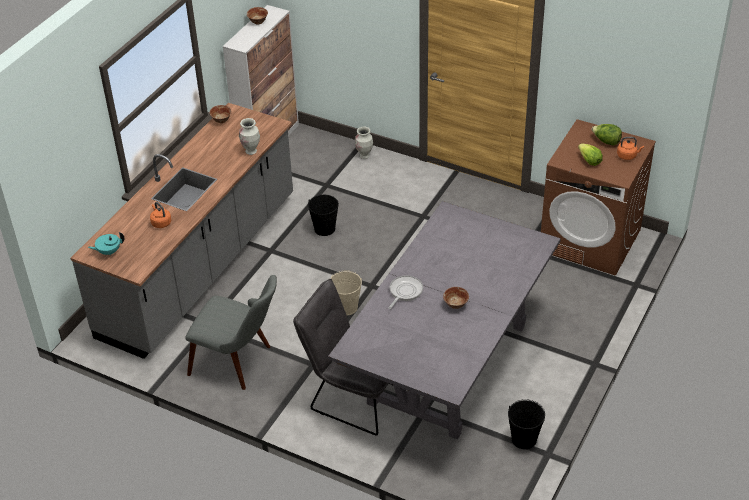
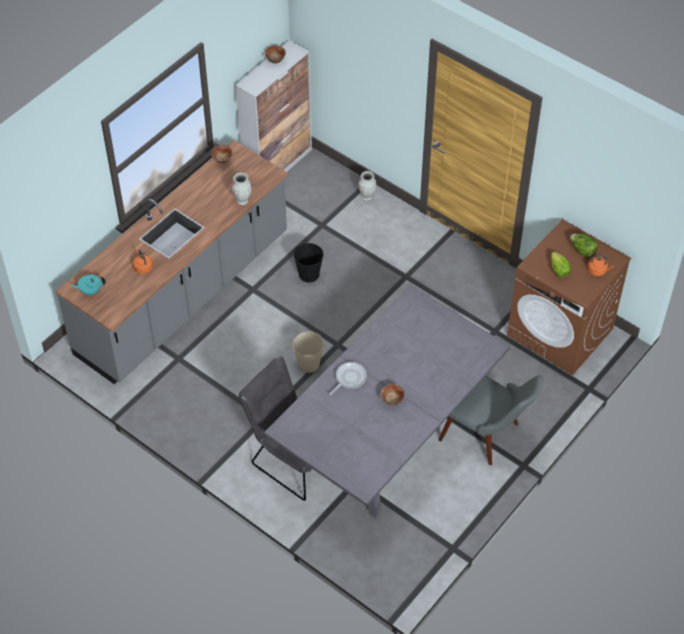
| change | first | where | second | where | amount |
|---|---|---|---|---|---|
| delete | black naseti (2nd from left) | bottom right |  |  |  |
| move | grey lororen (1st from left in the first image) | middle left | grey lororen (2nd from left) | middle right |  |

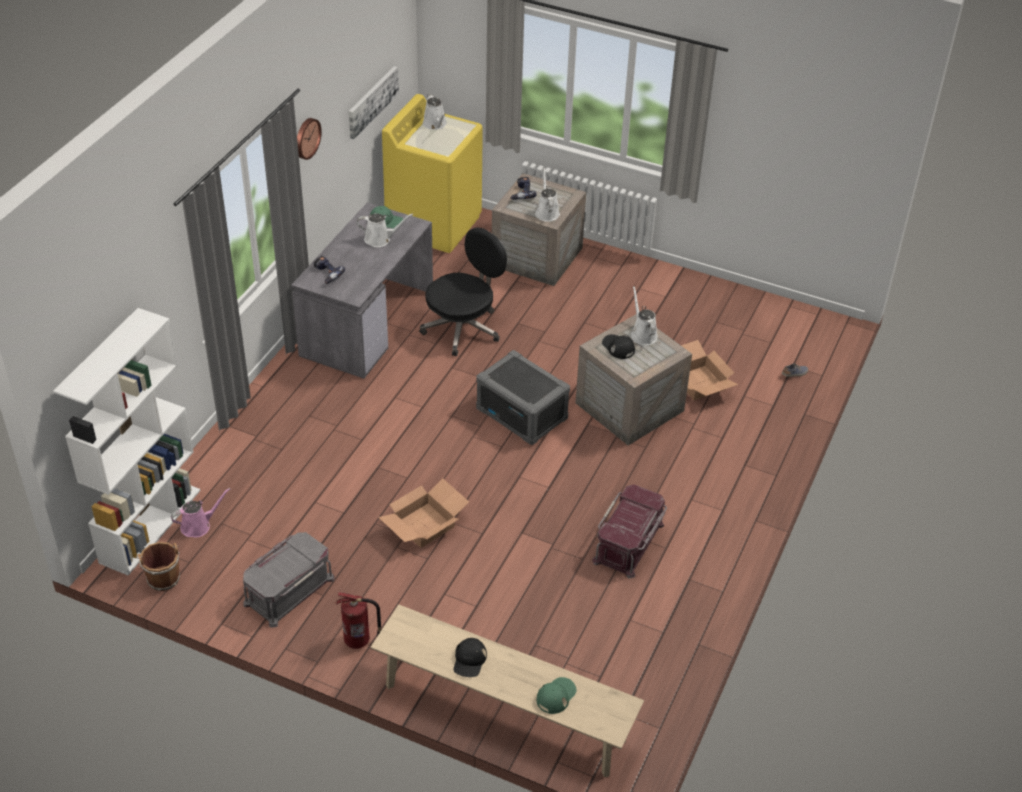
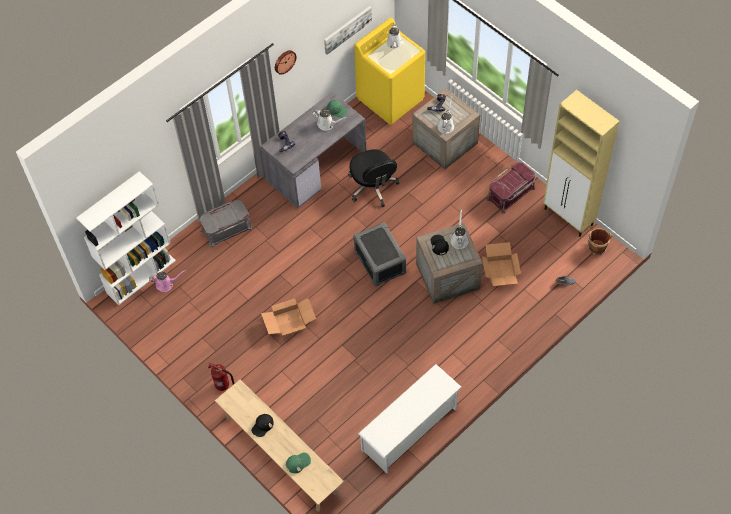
| change | first | where | second | where | amount |
|---|---|---|---|---|---|
| insert |  |  | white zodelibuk | bottom centre |  |
| insert |  |  | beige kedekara | top right |  |
| move | brown naseti | bottom left |  | middle right |  |
| move | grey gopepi (1st from left) | bottom left |  | middle left |  |
| move | red gopepi | bottom centre |  | middle right |  |
| rotate | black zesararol | centre |  | centre | 90 degrees clockwise |

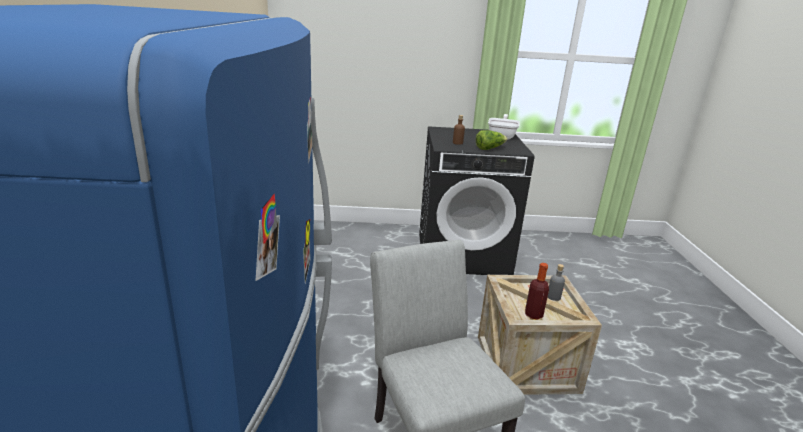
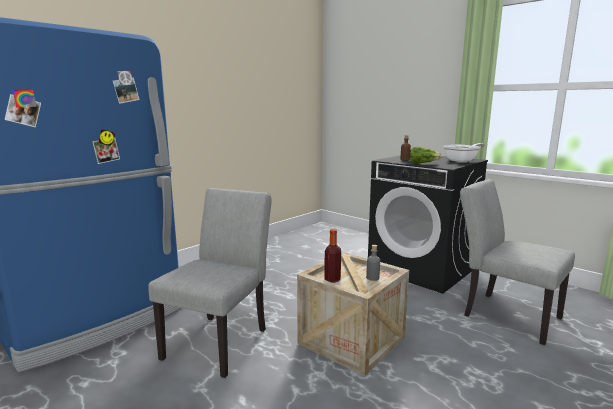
| change | first | where | second | where | amount |
|---|---|---|---|---|---|
| insert |  |  | grey lororen (2nd from left) | middle right |  |

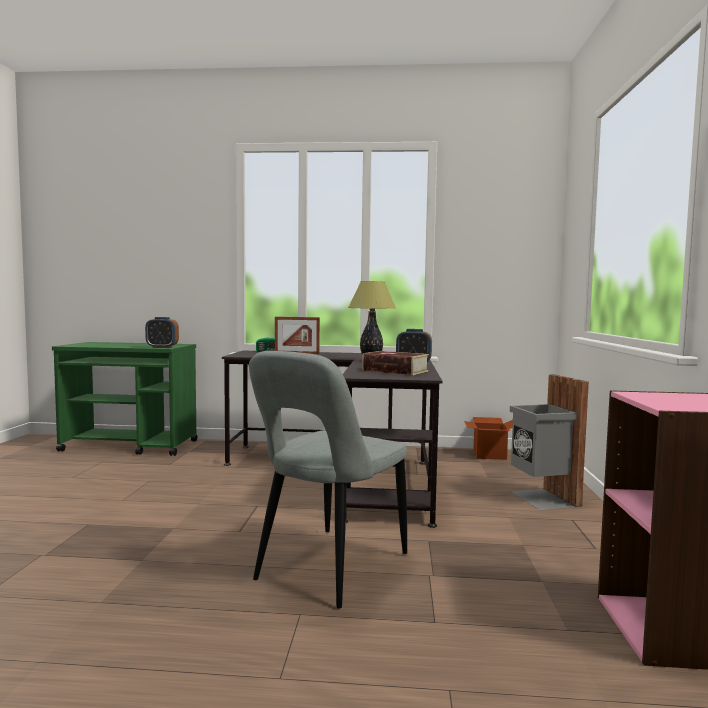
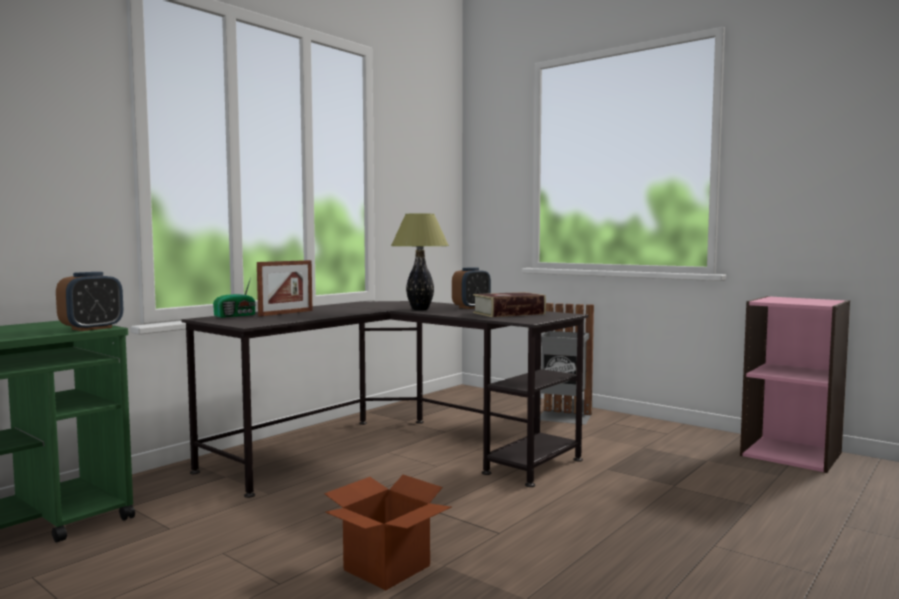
| change | first | where | second | where | amount |
|---|---|---|---|---|---|
| delete | grey lororen | bottom centre |  |  |  |
| move | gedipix | middle right |  | bottom centre |  |

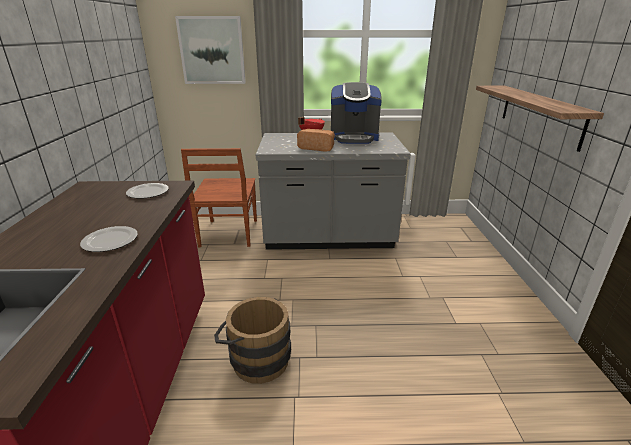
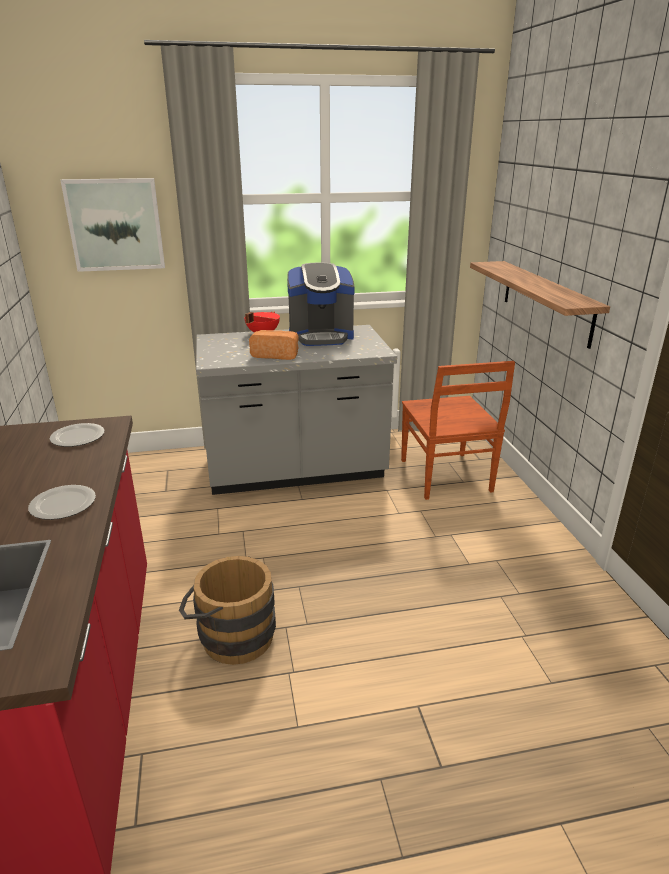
| change | first | where | second | where | amount |
|---|---|---|---|---|---|
| move | brown lororen | centre |  | middle right |  |

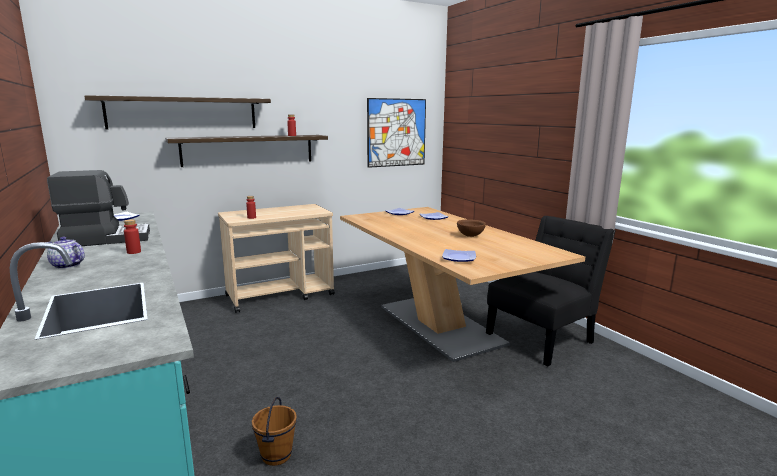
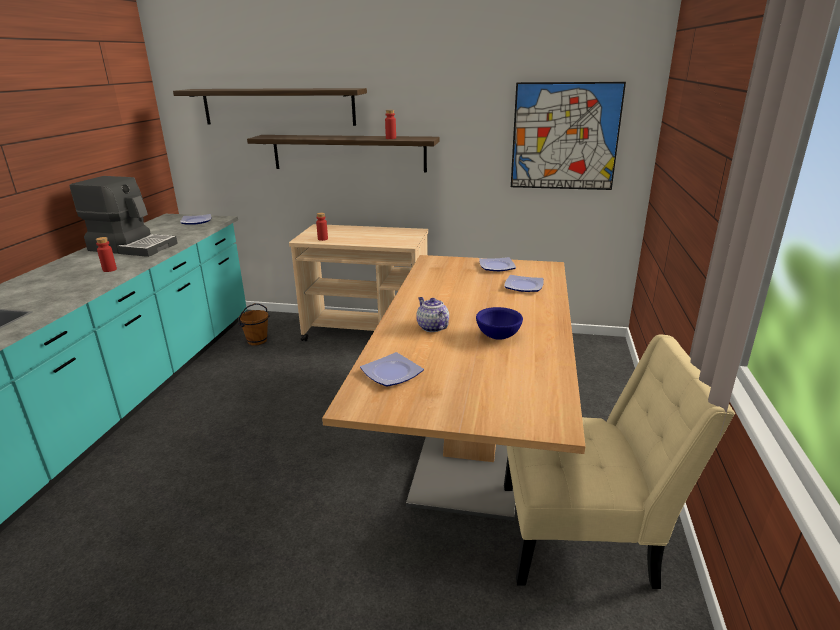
| change | first | where | second | where | amount |
|---|---|---|---|---|---|
| move | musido | middle left |  | centre |  |
| move | brown naseti | bottom centre |  | middle left |  |
| recolor | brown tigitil | centre | blue tigitil | centre |  |
| recolor | black lororen | middle right | beige lororen | bottom right |  |

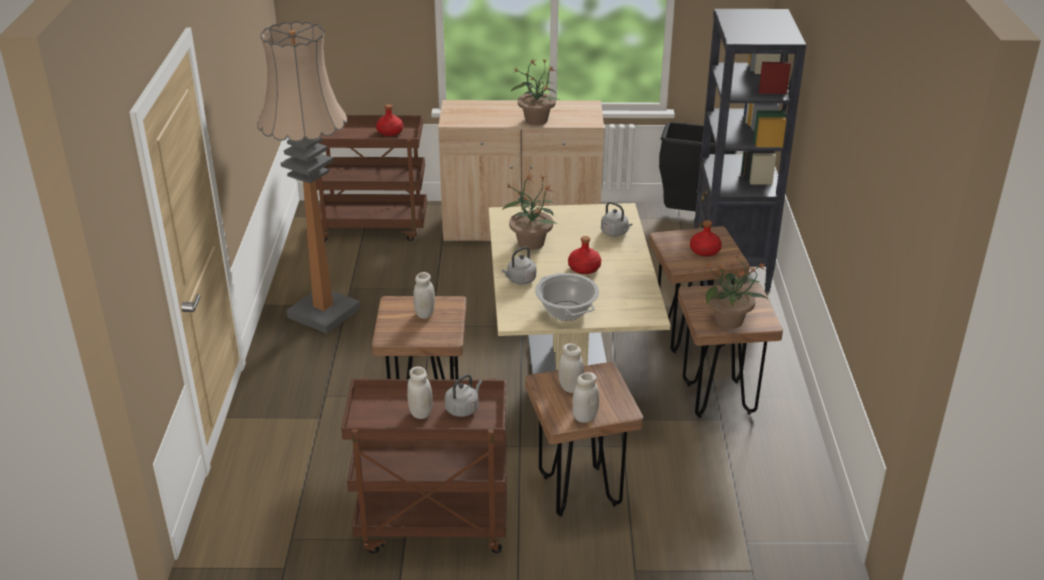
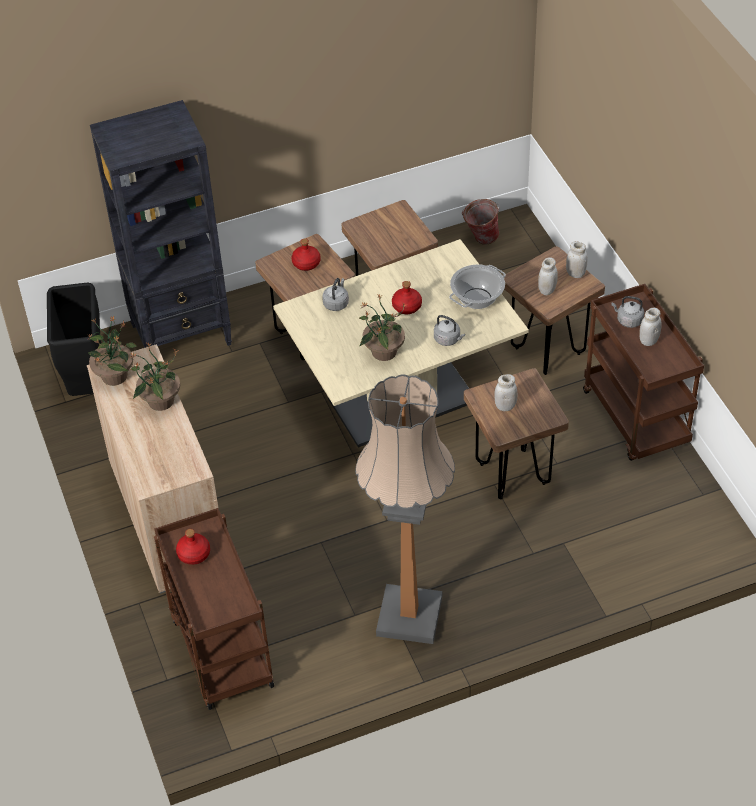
| change | first | where | second | where | amount |
|---|---|---|---|---|---|
| insert |  |  | naseti | top centre |  |
| move | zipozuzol (3rd from left in the first image) | middle right | zipozuzol (1st from left) | middle left |  |

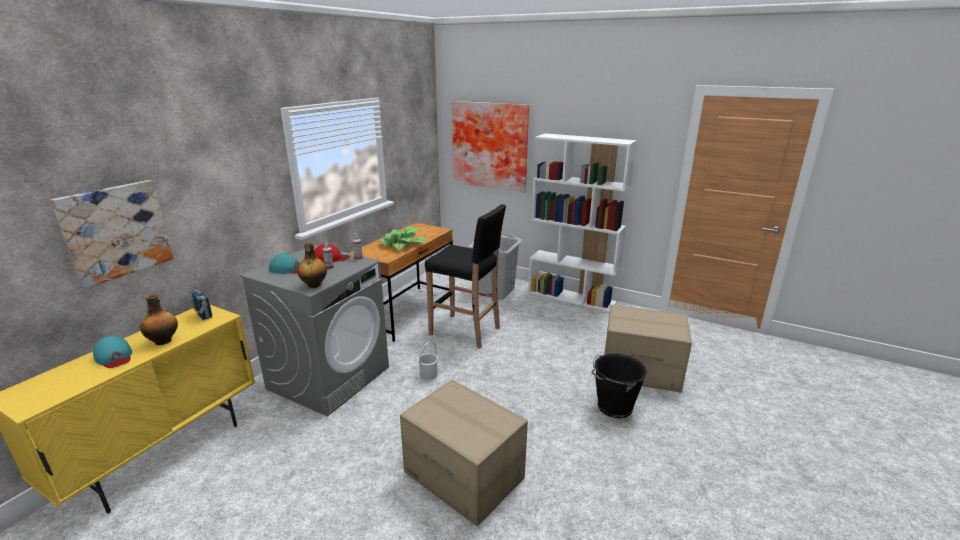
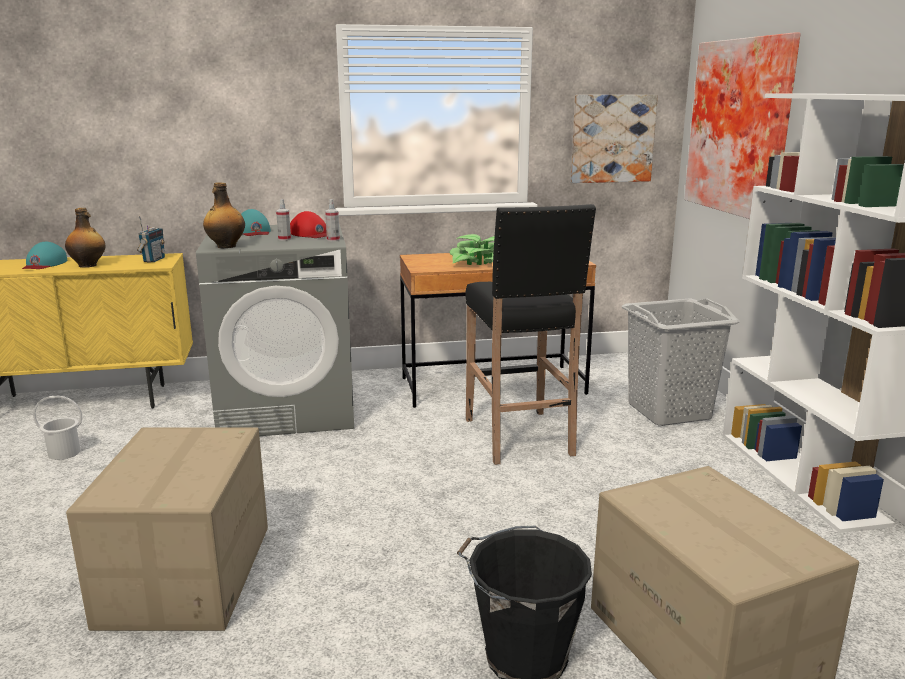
| change | first | where | second | where | amount |
|---|---|---|---|---|---|
| move | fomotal (1st from left) | middle left |  | top right |  |
| move | white naseti | bottom centre |  | middle left |  |

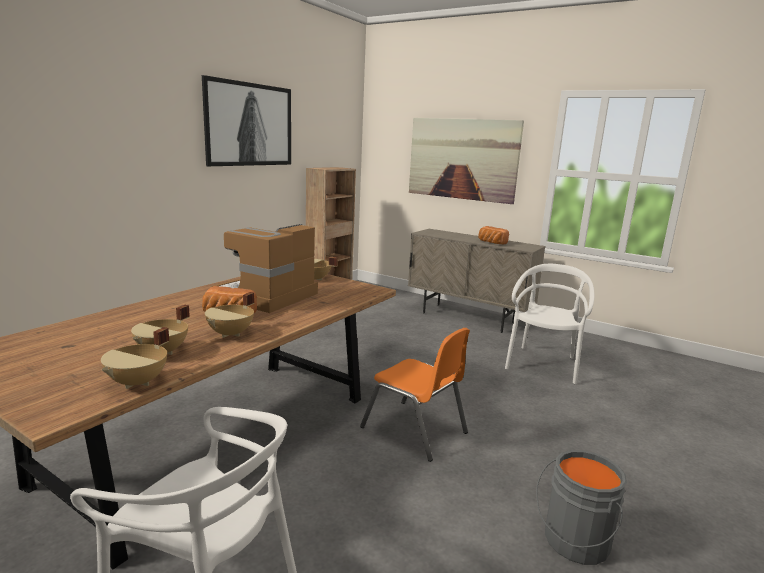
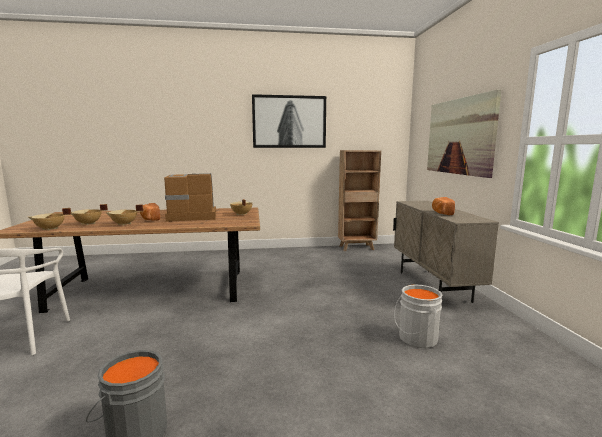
| change | first | where | second | where | amount |
|---|---|---|---|---|---|
| delete | orange lororen | bottom centre |  |  |  |
| replace | white lororen (2nd from left) | middle right | grey naseti (2nd from left) | bottom right |  |

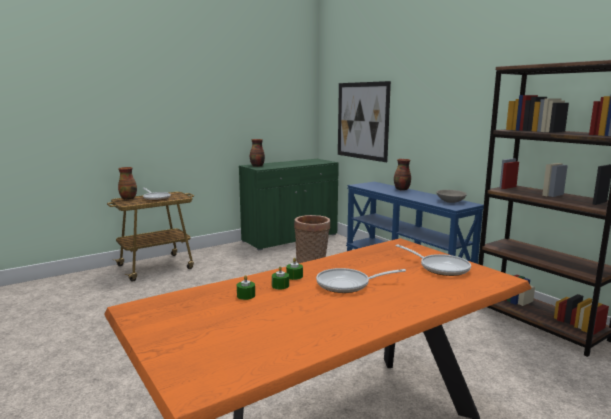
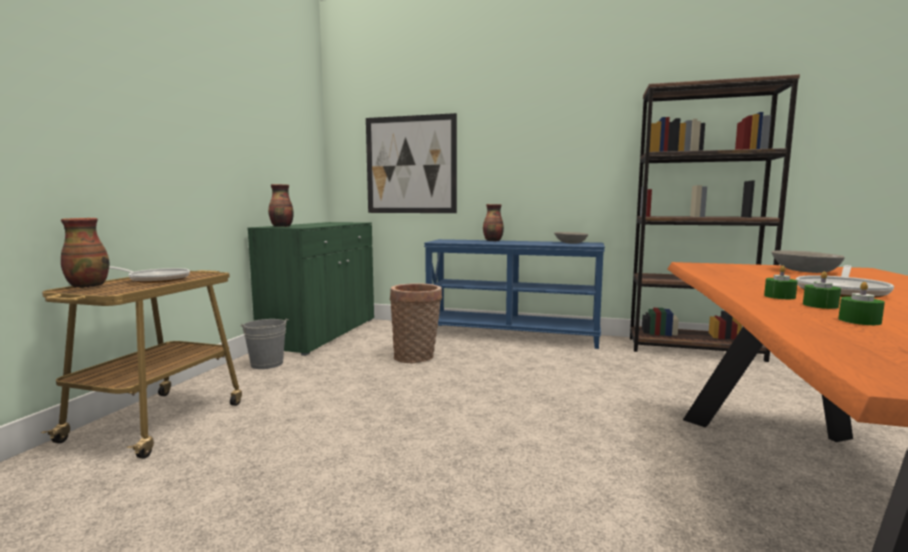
| change | first | where | second | where | amount |
|---|---|---|---|---|---|
| insert |  |  | grey naseti | middle left |  |
| replace | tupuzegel (3rd from left) | middle right | grey tigitil (2nd from left) | middle right |  |

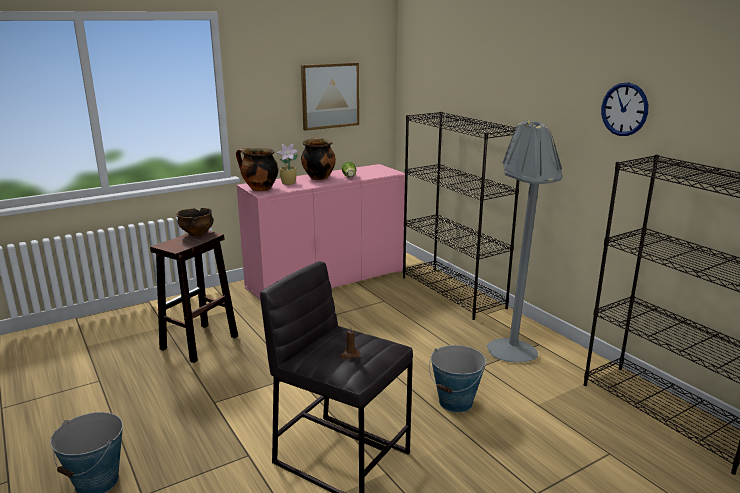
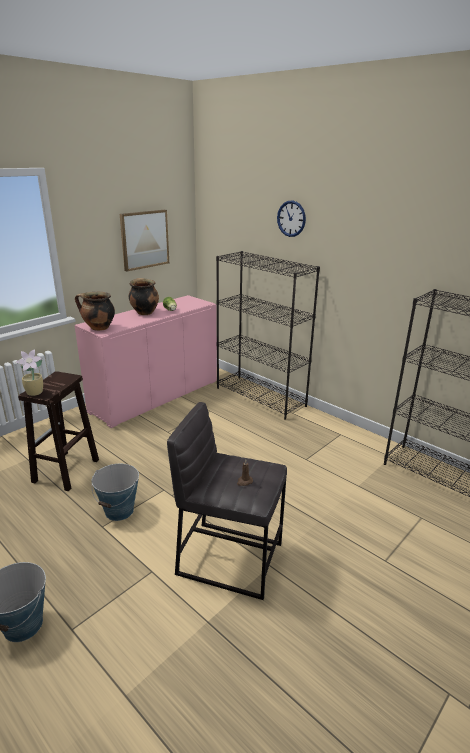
| change | first | where | second | where | amount |
|---|---|---|---|---|---|
| delete | tigitil | middle left |  |  |  |
| delete | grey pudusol | middle right |  |  |  |
| move | zipozuzol | top centre |  | middle left |  |
| move | naseti (2nd from left) | bottom centre |  | middle left |  |
| move | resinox | top right |  | top centre |  |

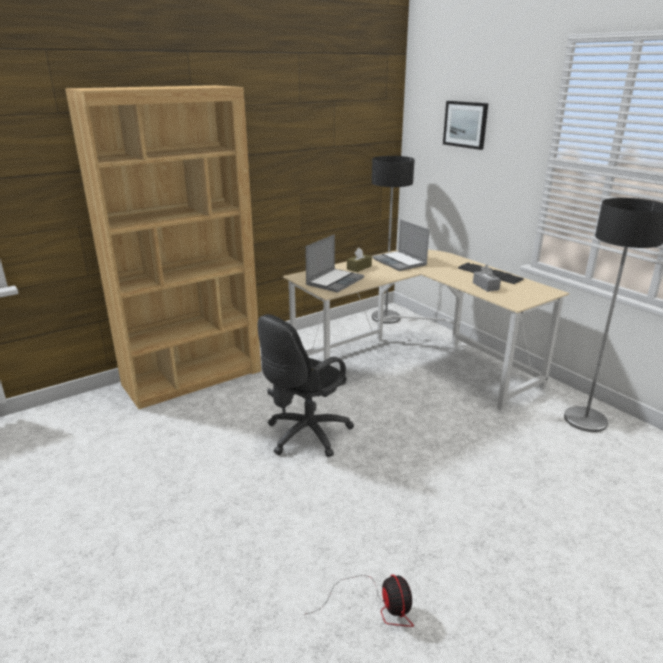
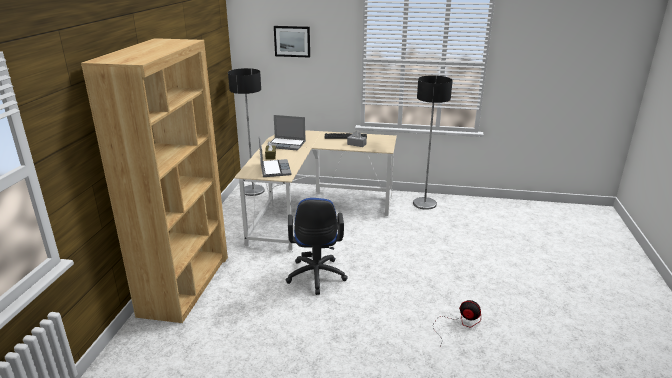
| change | first | where | second | where | amount |
|---|---|---|---|---|---|
| recolor | black zesararol | centre | blue zesararol | centre |  |

